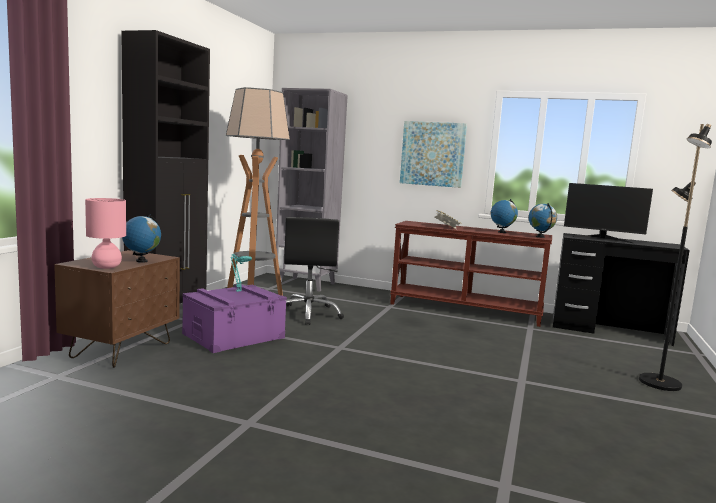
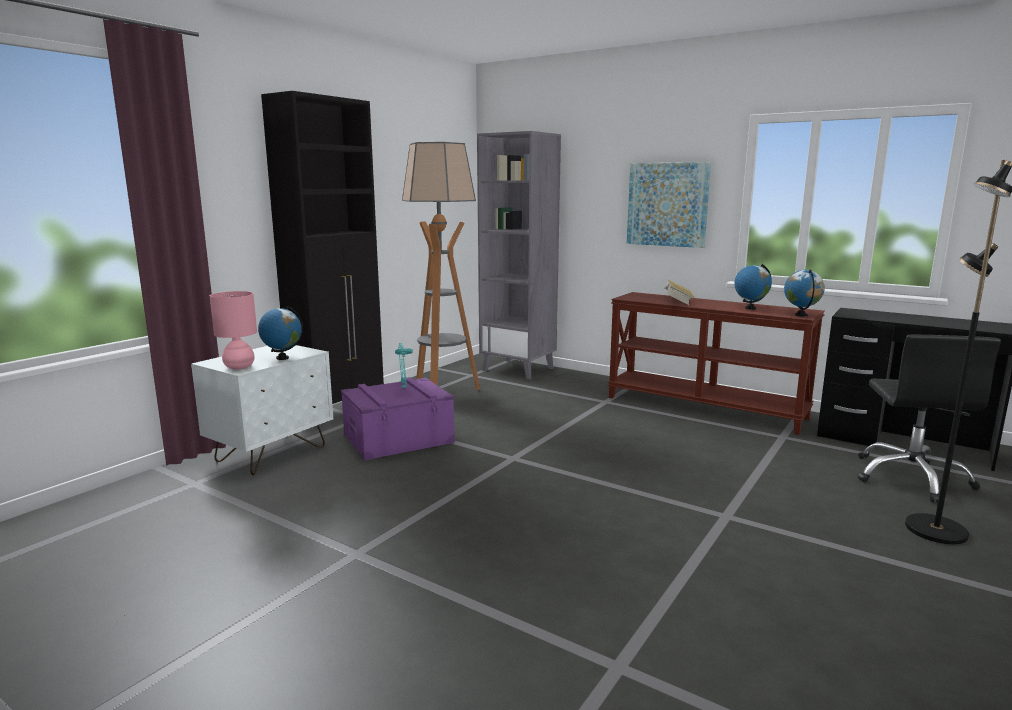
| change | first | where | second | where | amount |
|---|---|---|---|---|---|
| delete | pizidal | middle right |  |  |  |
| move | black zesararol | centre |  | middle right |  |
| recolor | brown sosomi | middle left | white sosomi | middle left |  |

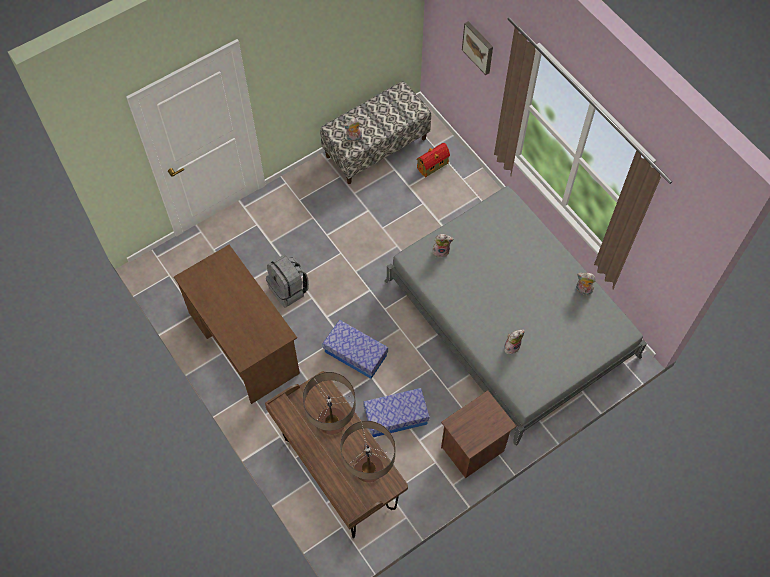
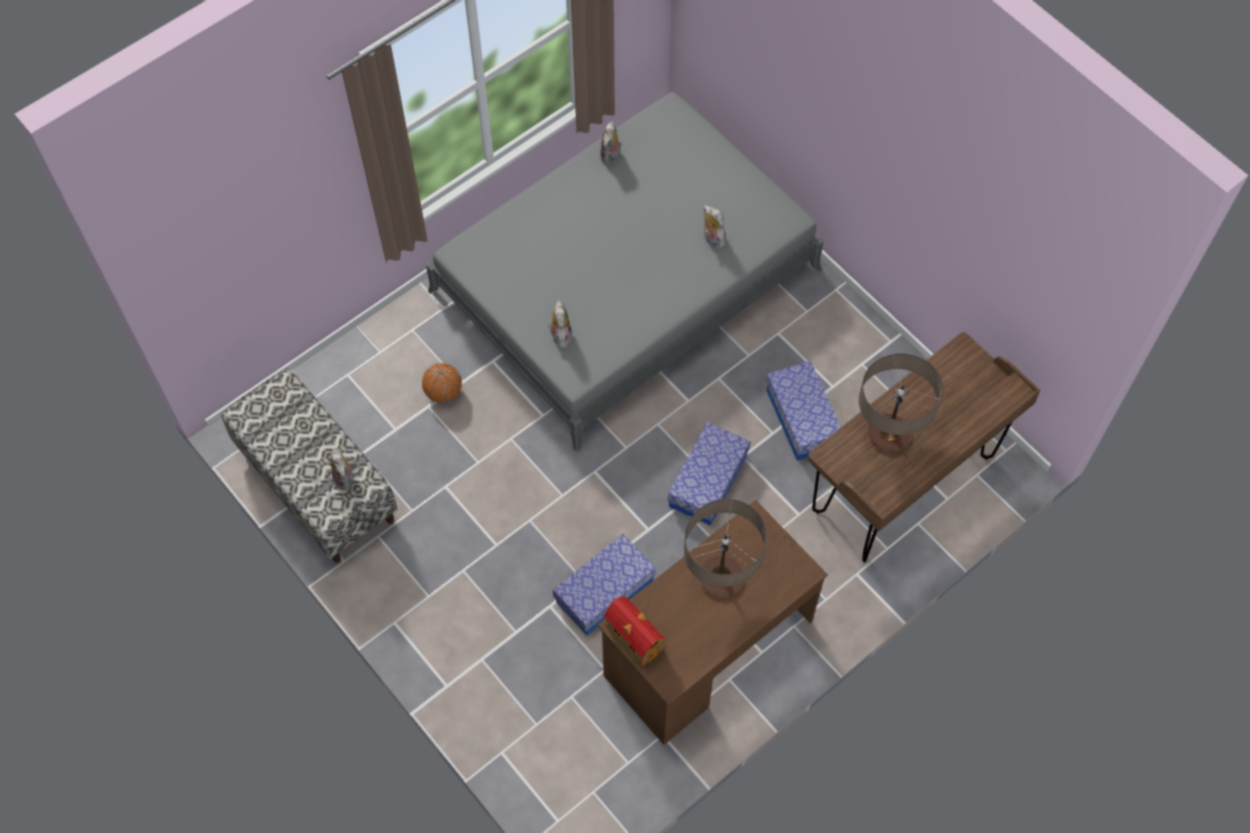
| change | first | where | second | where | amount |
|---|---|---|---|---|---|
| delete | brown sosomi | bottom centre |  |  |  |
| delete | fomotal | top centre |  |  |  |
| insert |  |  | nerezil | centre |  |
| move | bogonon (2nd from left in the first image) | bottom centre | bogonon (1st from left) | centre |  |
| move | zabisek | top centre |  | bottom centre |  |
| replace | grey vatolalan | centre | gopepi (1st from left) | bottom centre |  |

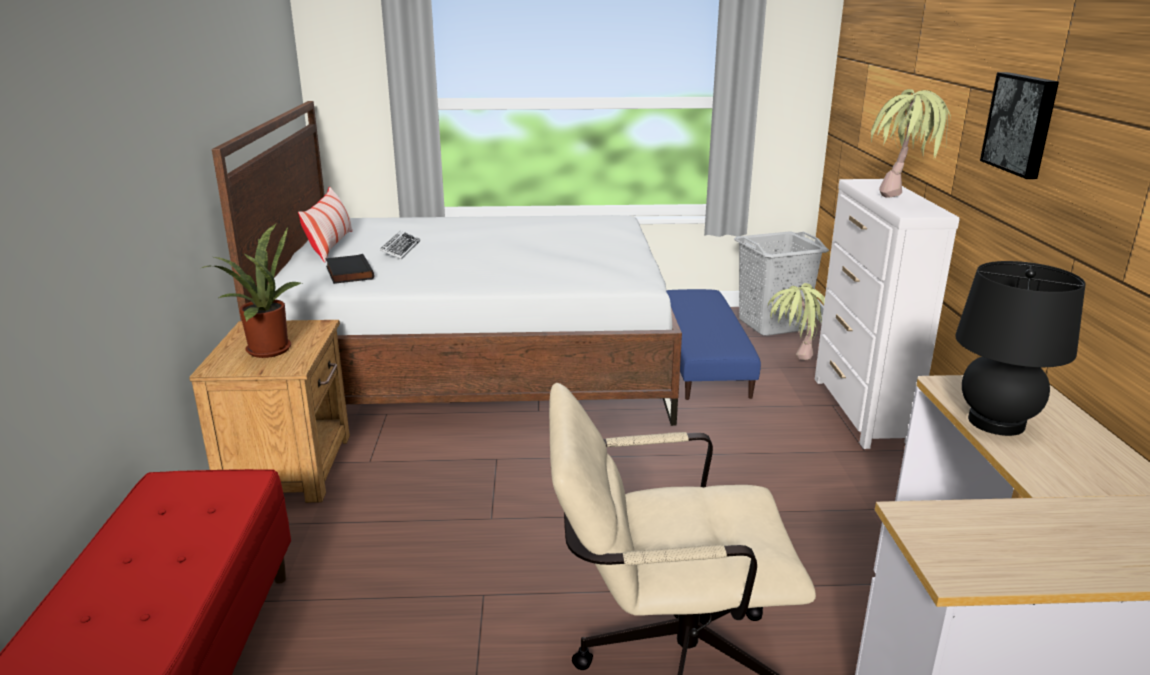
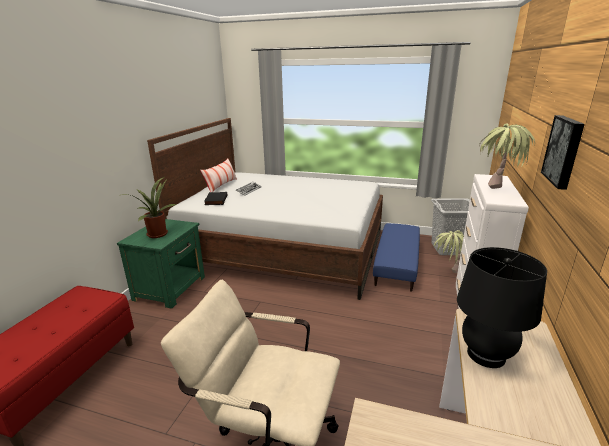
| change | first | where | second | where | amount |
|---|---|---|---|---|---|
| recolor | brown sosomi | middle left | green sosomi | middle left |  |

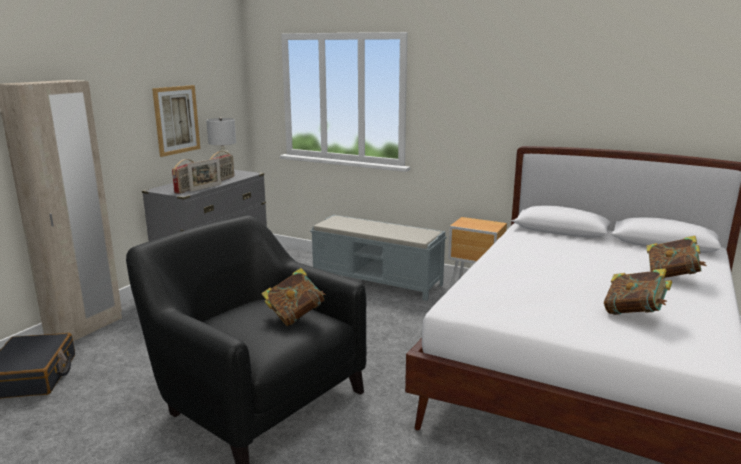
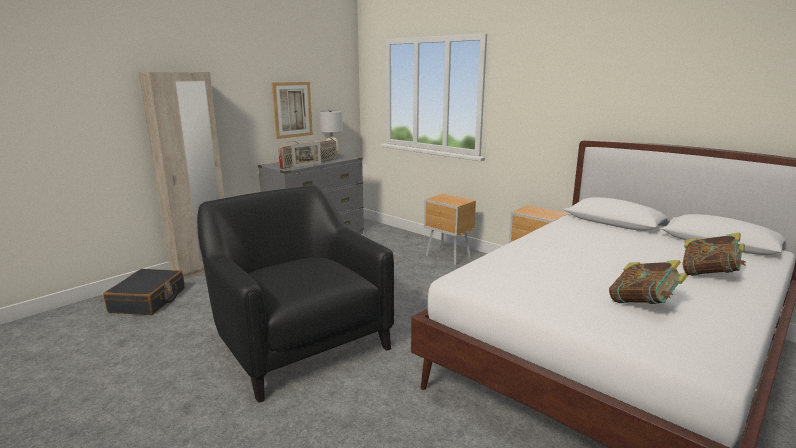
| change | first | where | second | where | amount |
|---|---|---|---|---|---|
| delete | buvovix (1st from left) | centre |  |  |  |
| replace | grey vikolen | centre | brown sosomi (1st from left) | centre |  |

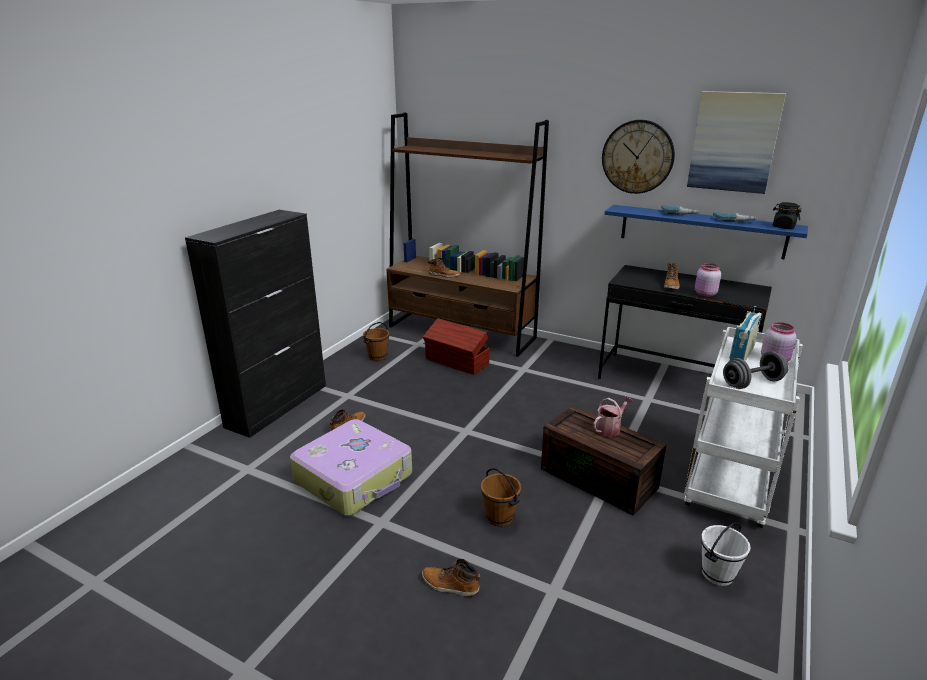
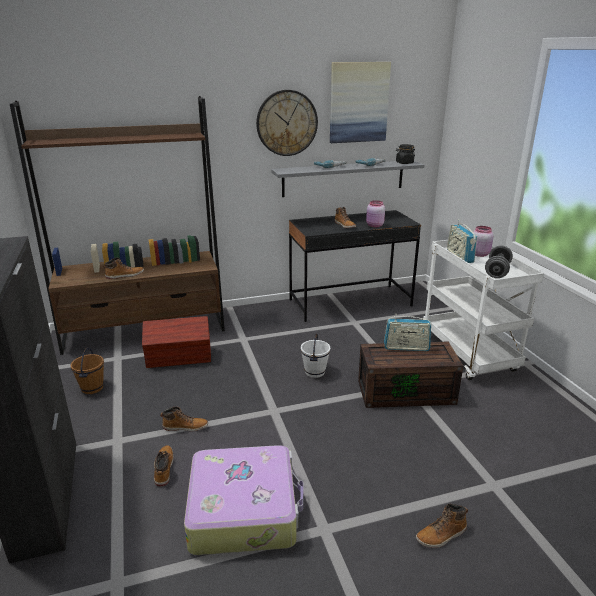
| change | first | where | second | where | amount |
|---|---|---|---|---|---|
| delete | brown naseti (2nd from left) | bottom centre |  |  |  |
| insert |  |  | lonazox (3rd from left) | bottom left |  |
| move | white naseti | bottom right |  | centre |  |
| replace | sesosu | centre | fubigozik (1st from left) | middle right |  |
| recolor | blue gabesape | middle right | grey gabesape | top centre |  |

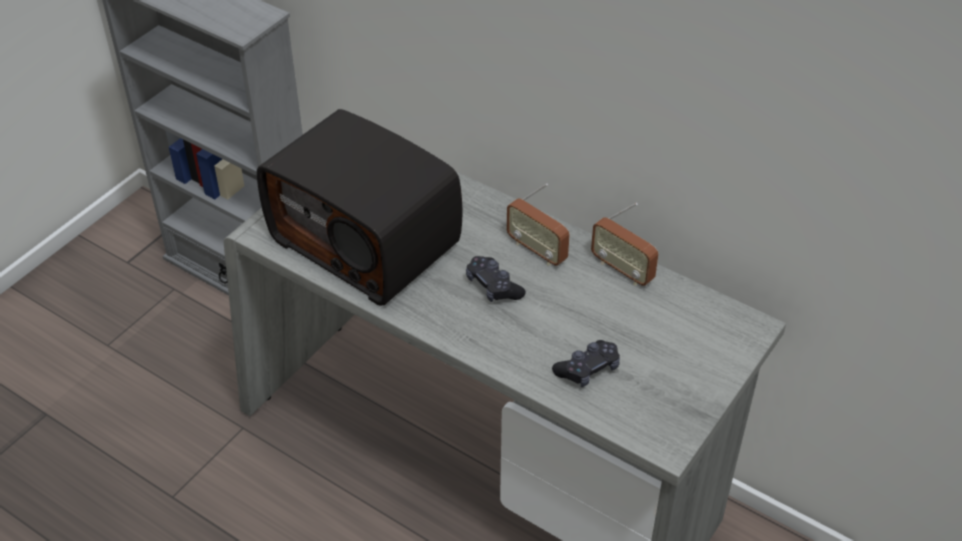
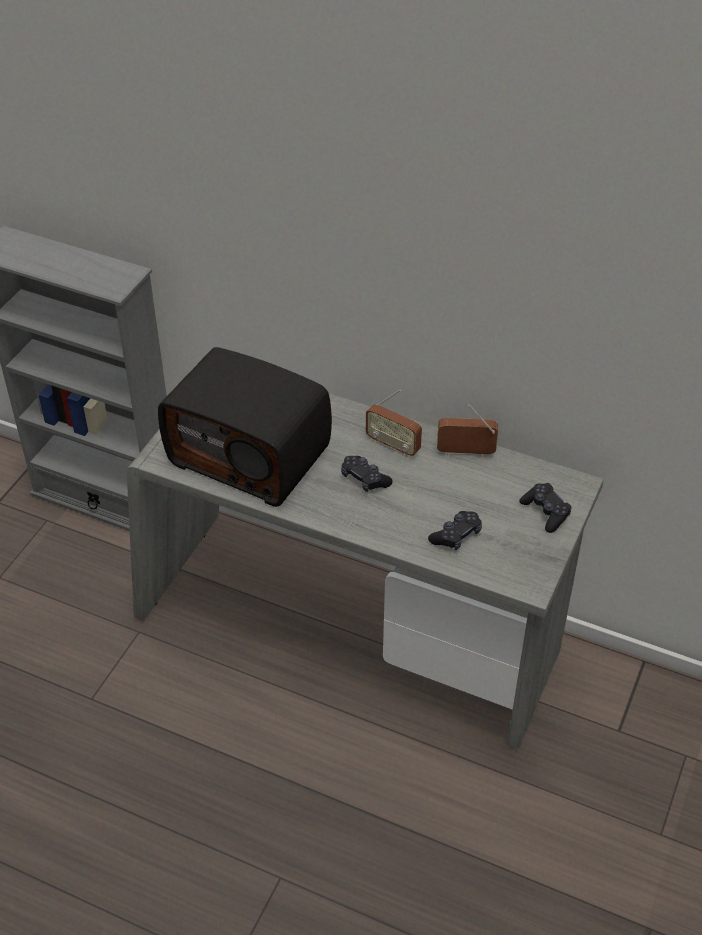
| change | first | where | second | where | amount |
|---|---|---|---|---|---|
| insert |  |  | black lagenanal (3rd from left) | middle right |  |
| rotate | fubigozik (3rd from left) | centre |  | centre | 150 degrees clockwise |

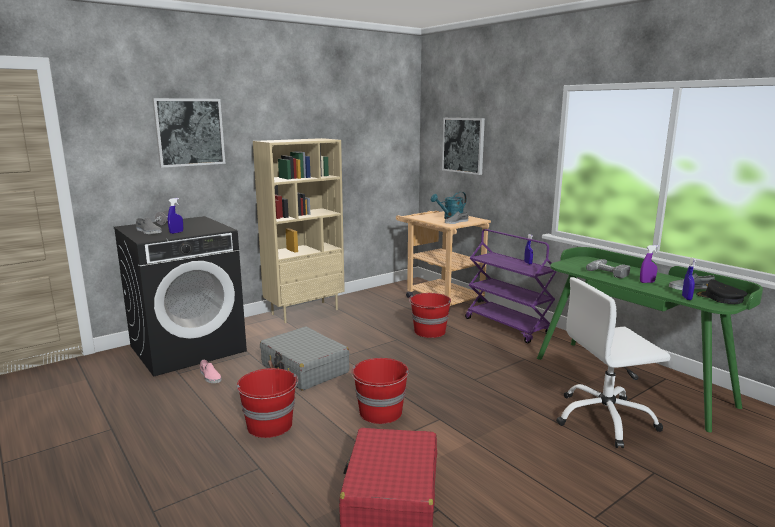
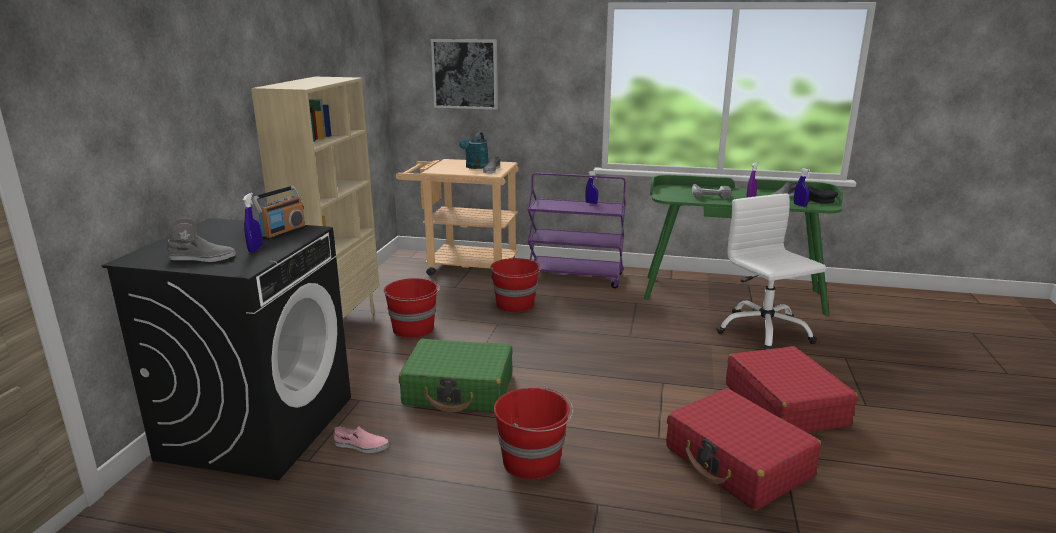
| change | first | where | second | where | amount |
|---|---|---|---|---|---|
| delete | fomotal (1st from left) | top left |  |  |  |
| insert |  |  | fubigozik | middle left |  |
| insert |  |  | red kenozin (2nd from left) | bottom right |  |
| move | red naseti (2nd from left in the first image) | bottom centre | red naseti (1st from left) | centre |  |
| recolor | grey kenozin | bottom centre | green kenozin | bottom centre |  |
| rotate | white zesararol | bottom right |  | middle right | 120 degrees clockwise |

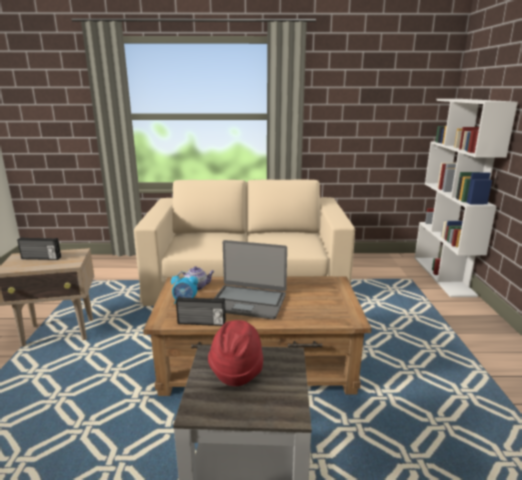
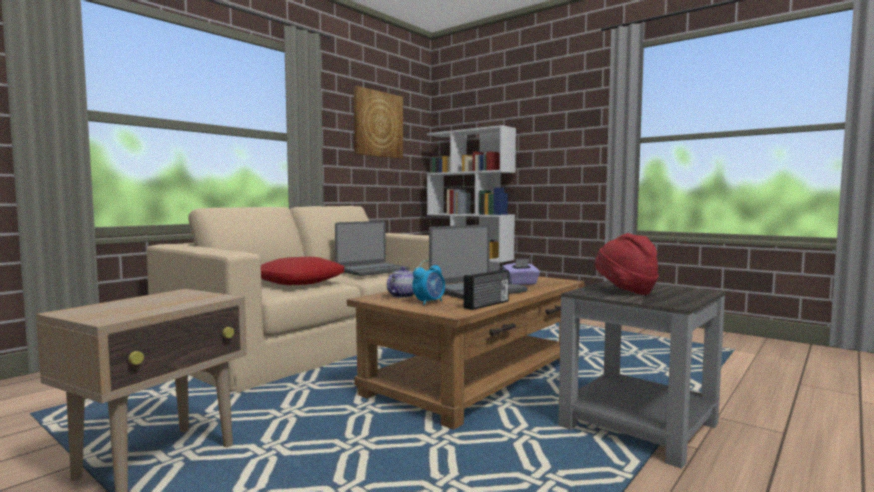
| change | first | where | second | where | amount |
|---|---|---|---|---|---|
| delete | fubigozik (1st from left) | middle left |  |  |  |
| insert |  |  | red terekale | centre |  |
| insert |  |  | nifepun (1st from left) | centre |  |
| insert |  |  | fomotal | top centre |  |
| insert |  |  | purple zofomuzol | centre |  |

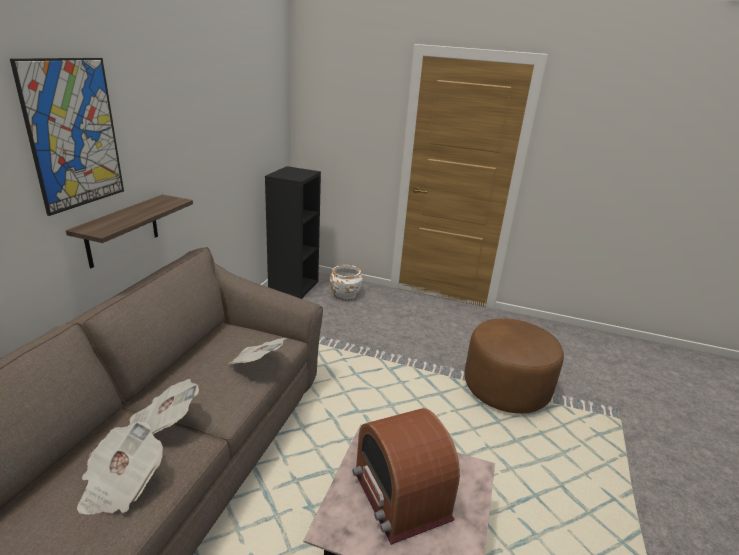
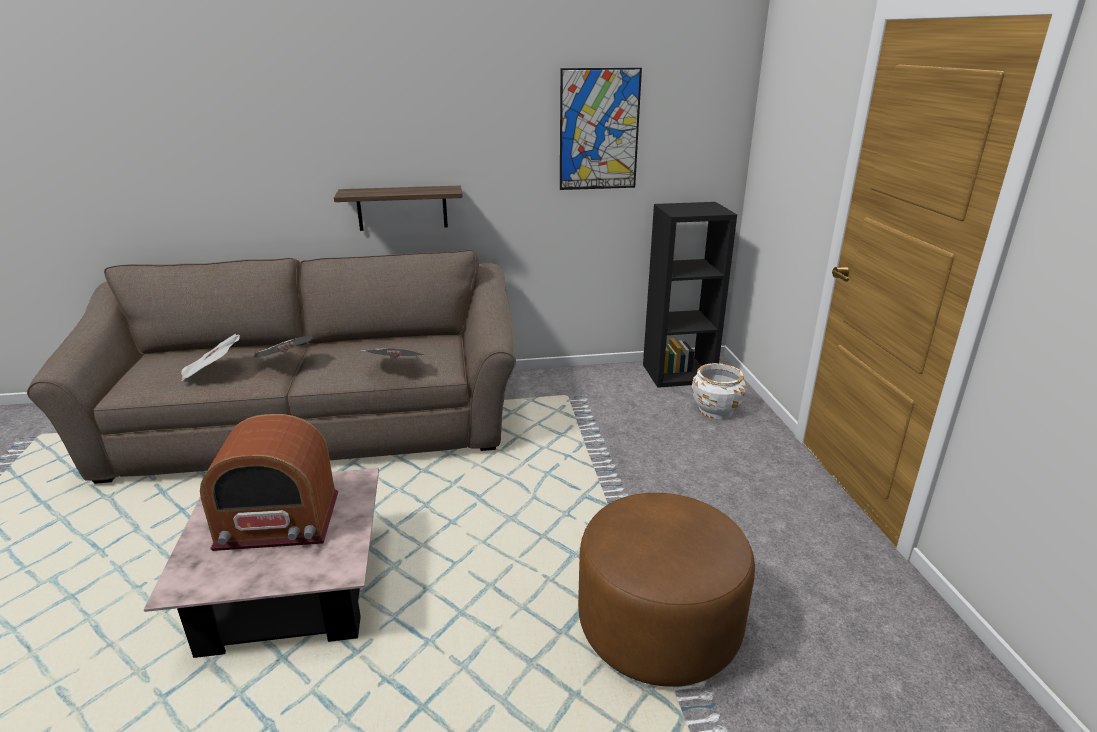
| change | first | where | second | where | amount |
|---|---|---|---|---|---|
| move | fomotal | top left |  | top centre |  |
| rotate | fubigozik | bottom centre |  | middle left | 135 degrees counterclockwise |

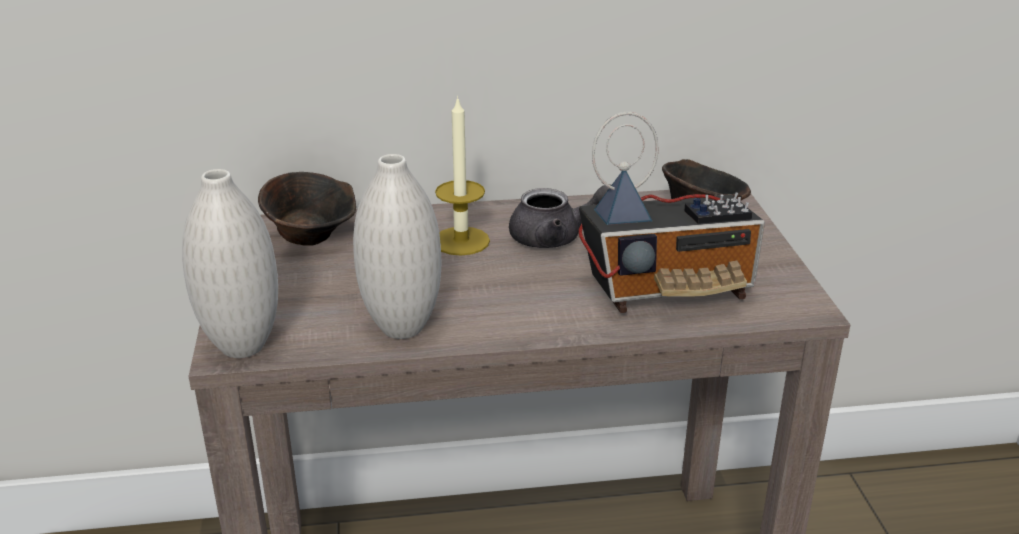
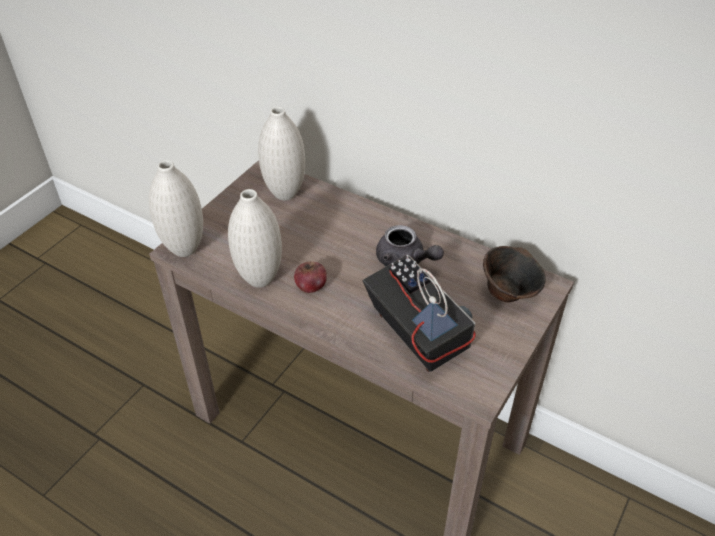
| change | first | where | second | where | amount |
|---|---|---|---|---|---|
| delete | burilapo | top centre |  |  |  |
| insert |  |  | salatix | centre |  |
| replace | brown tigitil (1st from left) | middle left | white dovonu (3rd from left) | top centre |  |
| rotate | fubigozik | centre |  | centre | 150 degrees counterclockwise |

